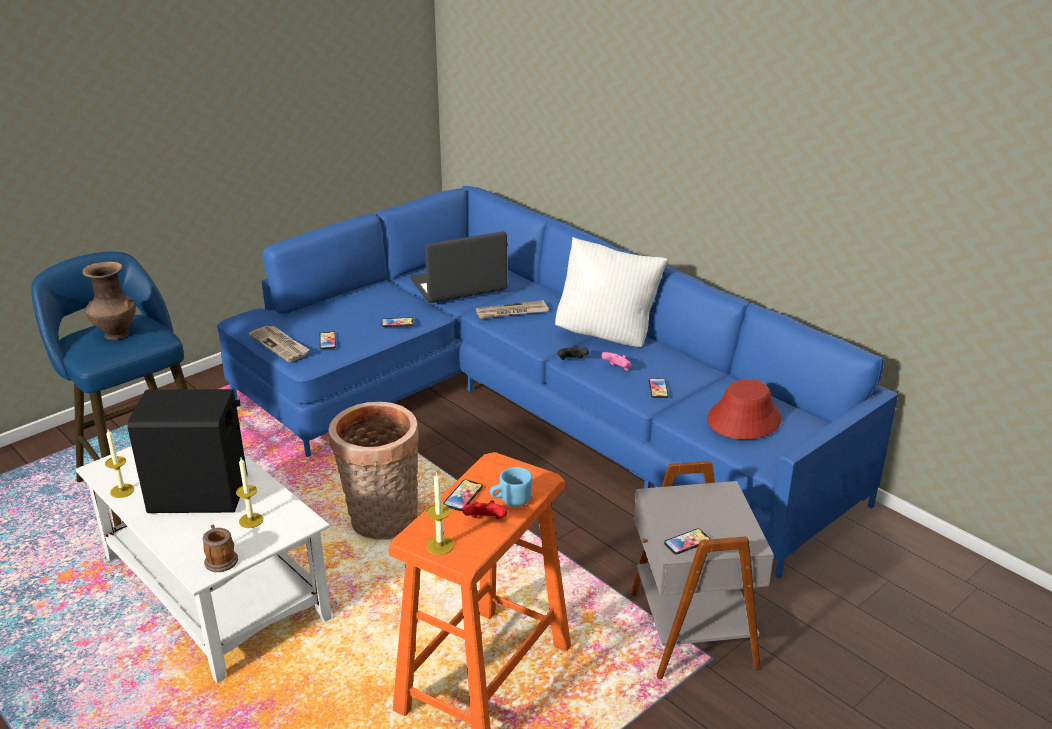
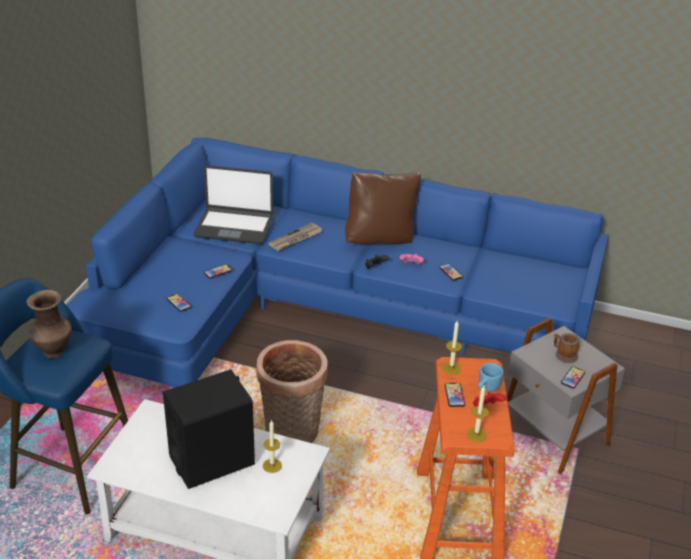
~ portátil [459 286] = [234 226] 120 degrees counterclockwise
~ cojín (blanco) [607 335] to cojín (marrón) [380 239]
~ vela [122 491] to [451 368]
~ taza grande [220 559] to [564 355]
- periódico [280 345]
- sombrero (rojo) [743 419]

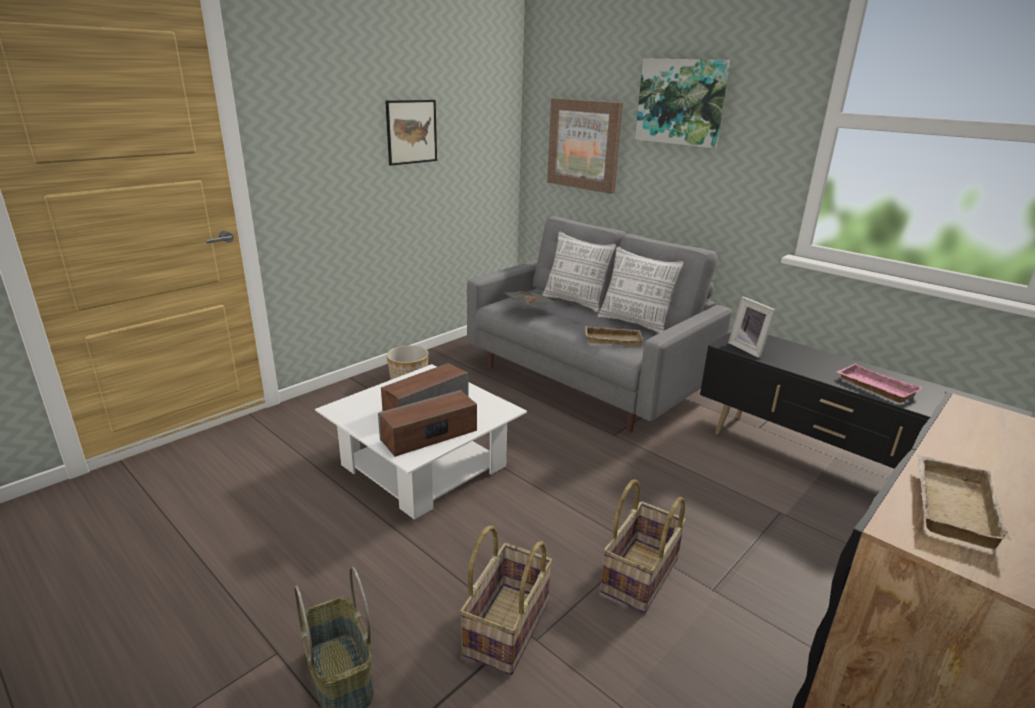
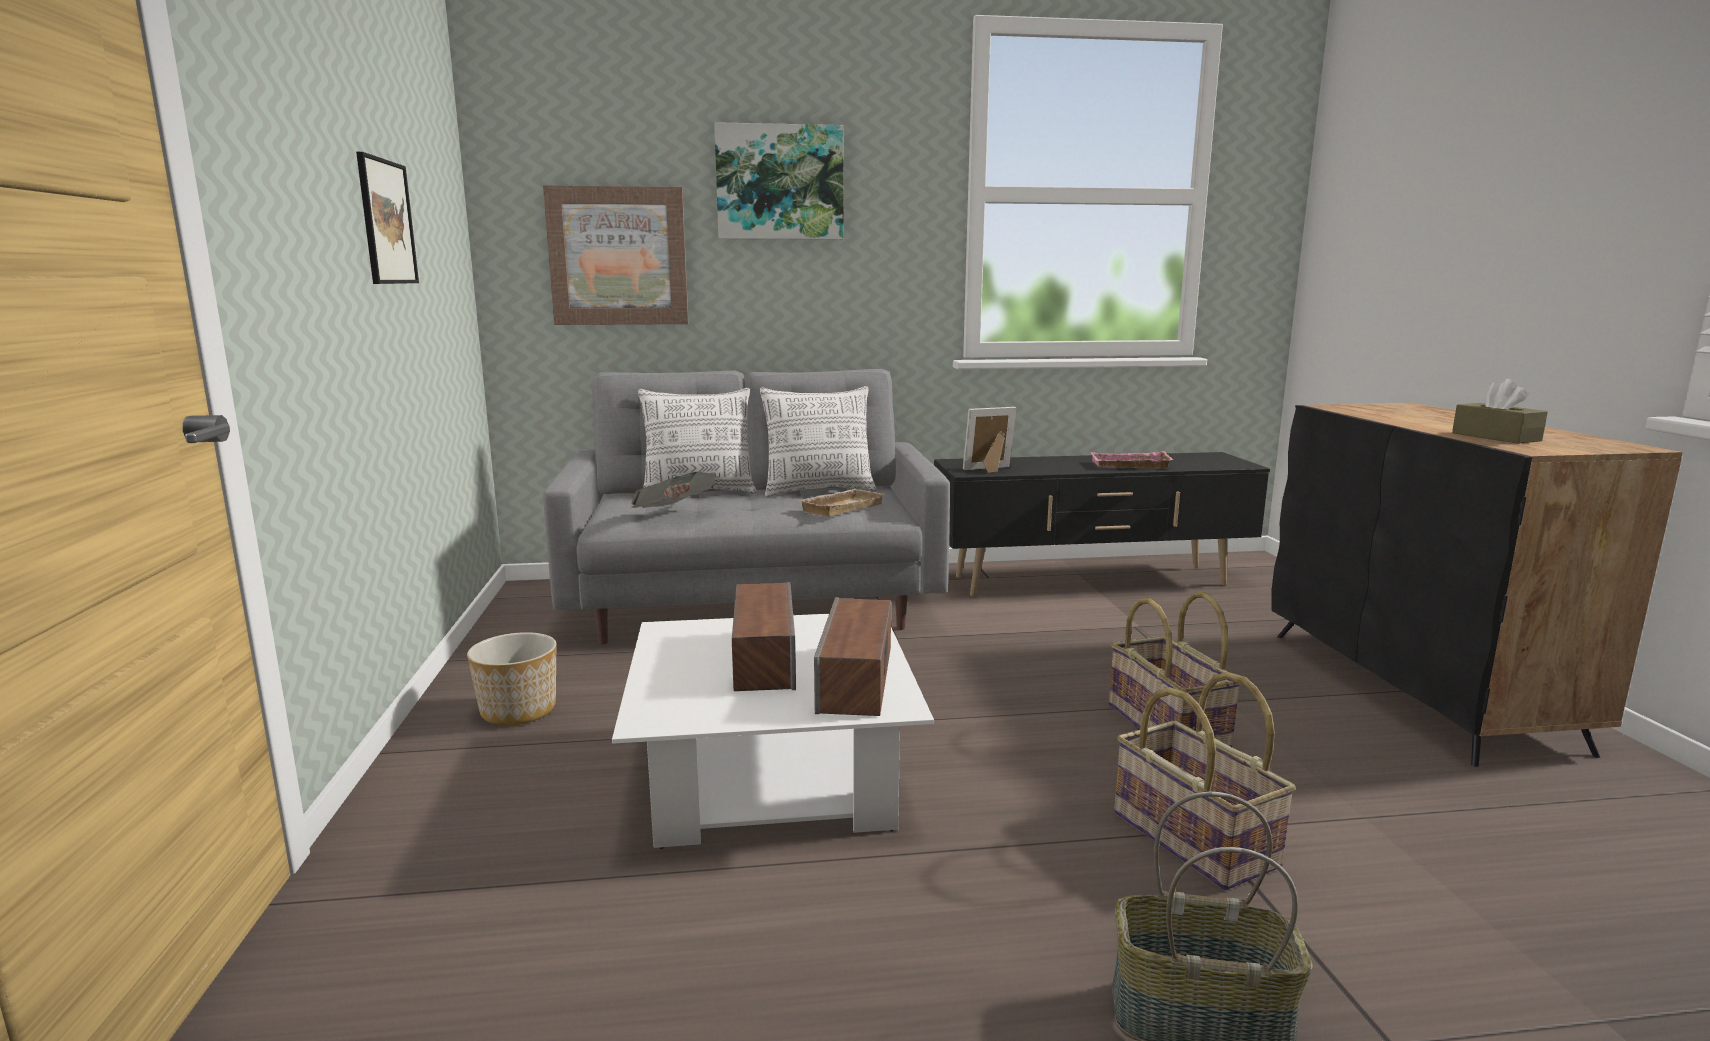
~ portarretratos [749 349] = [990 470] 150 degrees clockwise
~ bandeja (beis) [949 505] to caja de pañuelos (marrón) [1495 437]

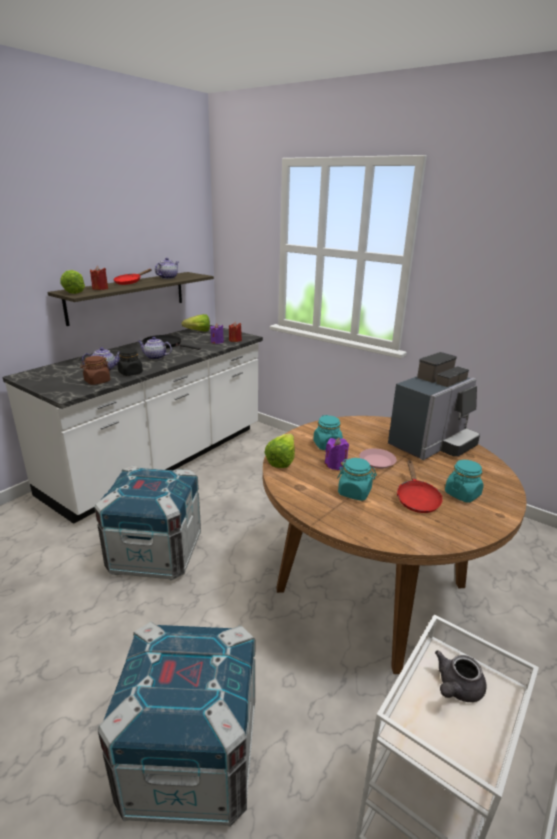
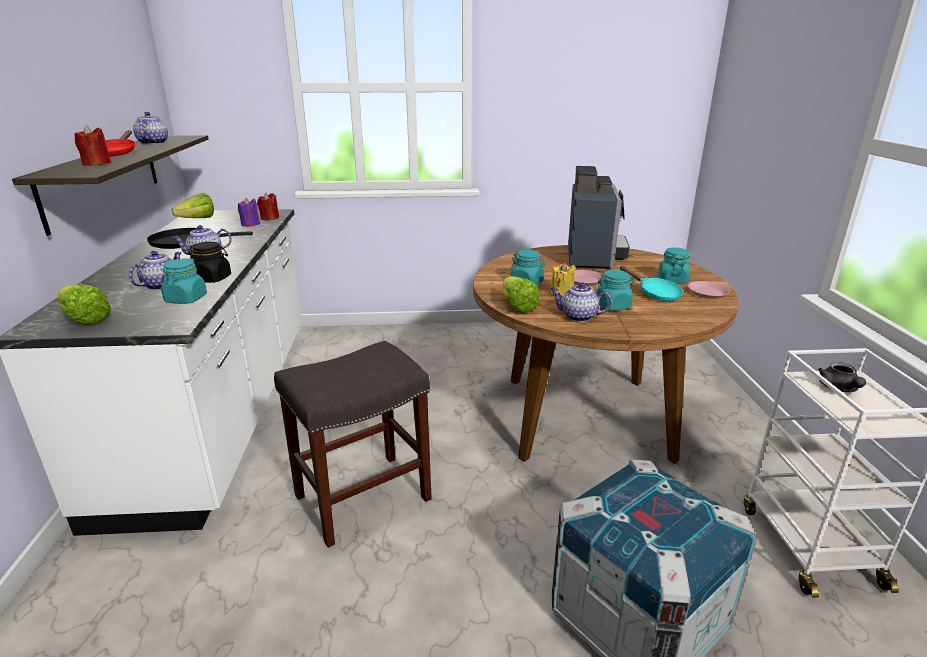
~ lechuga [76 291] to [84 318]
~ tarro (marrón) [97 381] to tarro (turquesa) [186 299]
~ caja de embalaje [155 554] to taburete (gris) [361 499]
~ vela (morado) [335 465] to vela (amarillo) [562 294]
+ tetera [578 316]
~ sartén (rojo) [416 499] to sartén (turquesa) [655 294]
+ plato (rosa) [708 293]

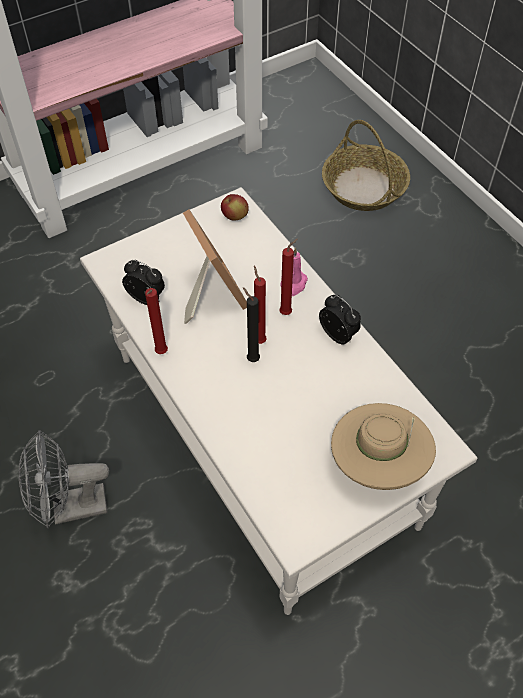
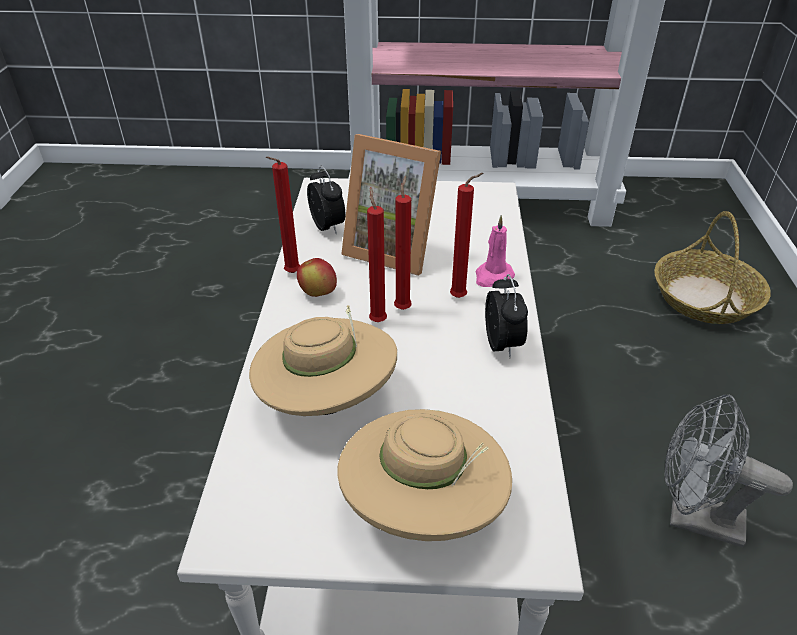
+ sombrero (beis) [327 400]
~ manzana [235 217] to [318 293]
~ portarretratos [210 293] = [393 248] 105 degrees clockwise
~ vela (negro) [251 358] to vela (rojo) [377 320]
~ ventilador (gris) [70 508] to [692 518]

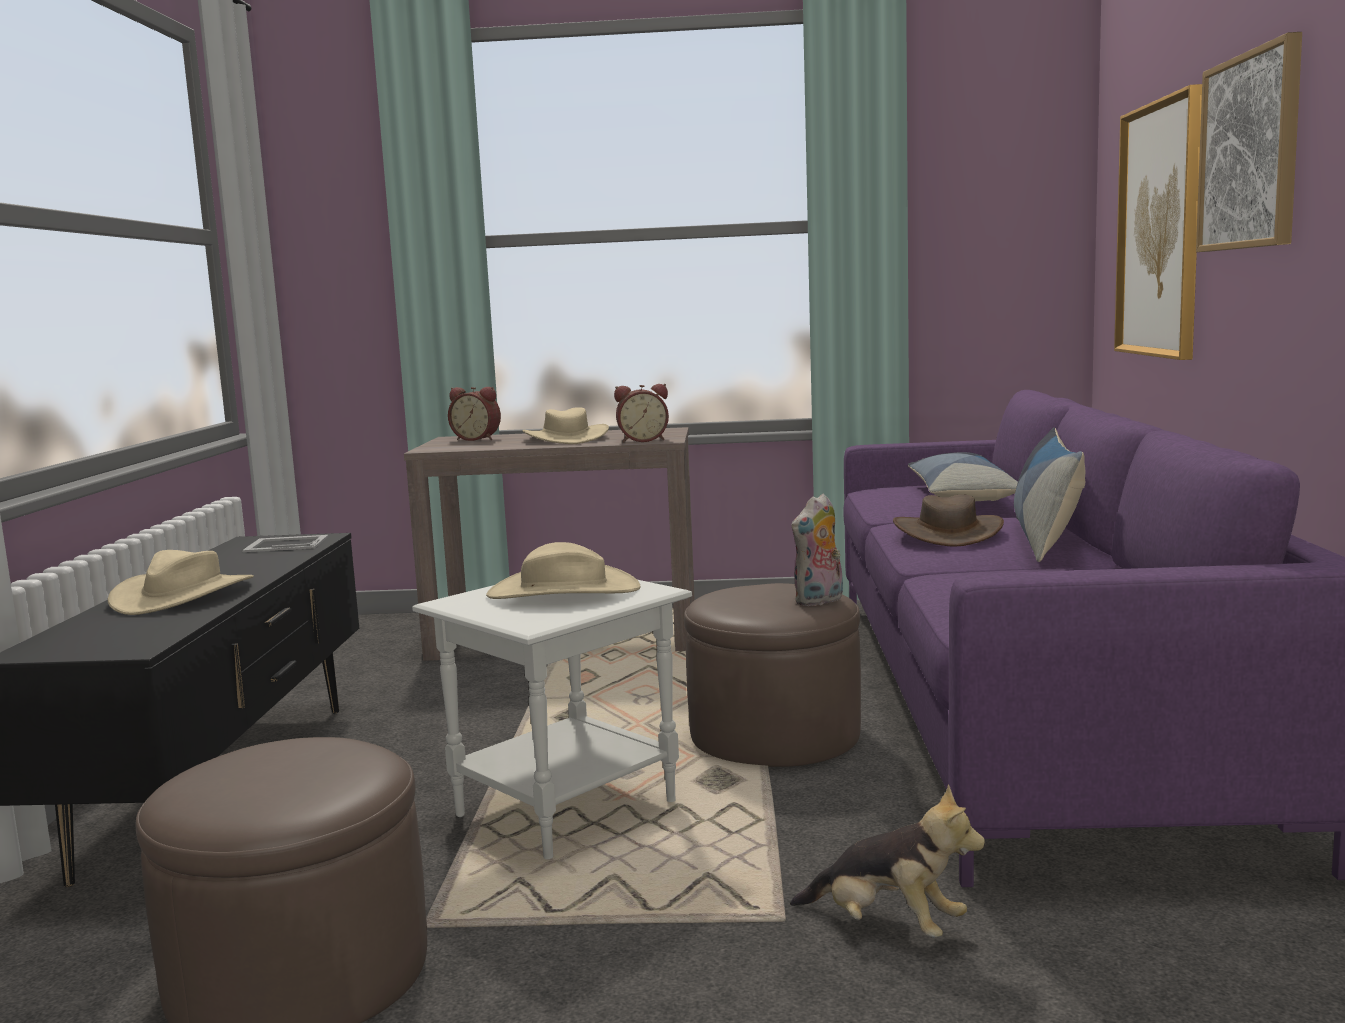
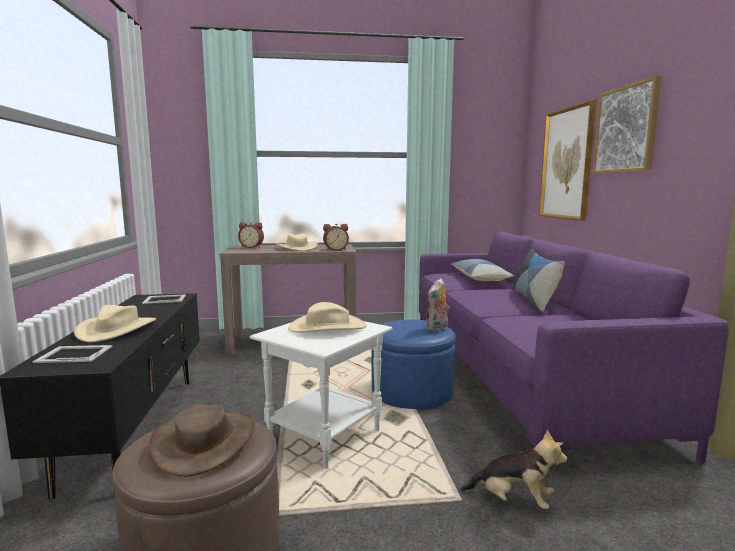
+ portarretratos [74 354]
~ sombrero (marrón) [947 533] to [205 441]
~ puf (marrón) [774 734] to puf (azul) [412 391]

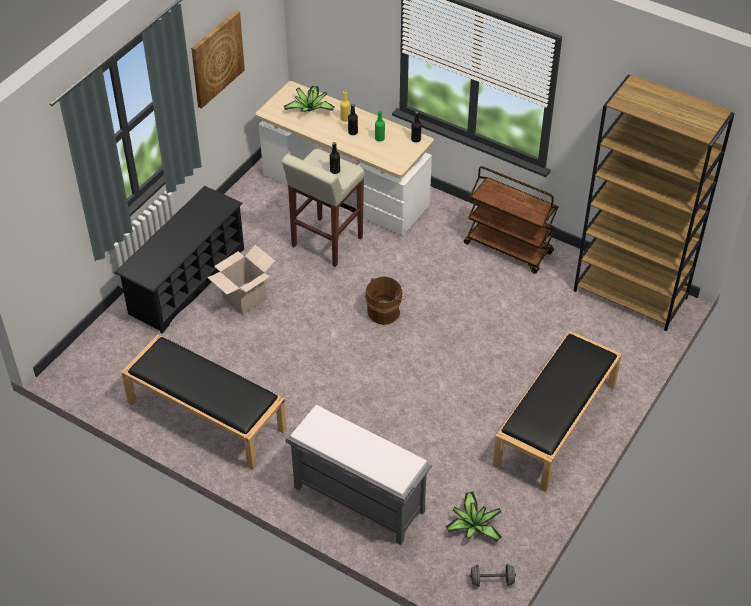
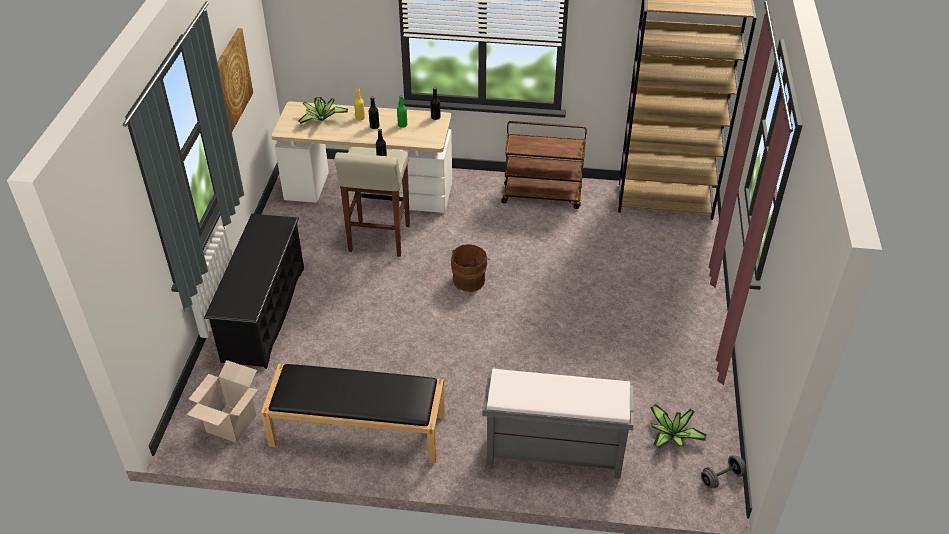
~ caja de cartón [244 298] to [231 424]
- banco (negro) [555 425]

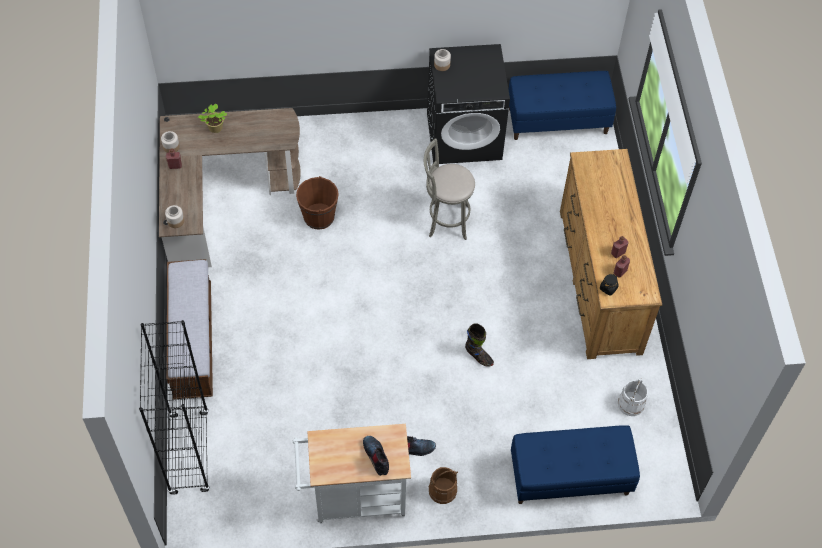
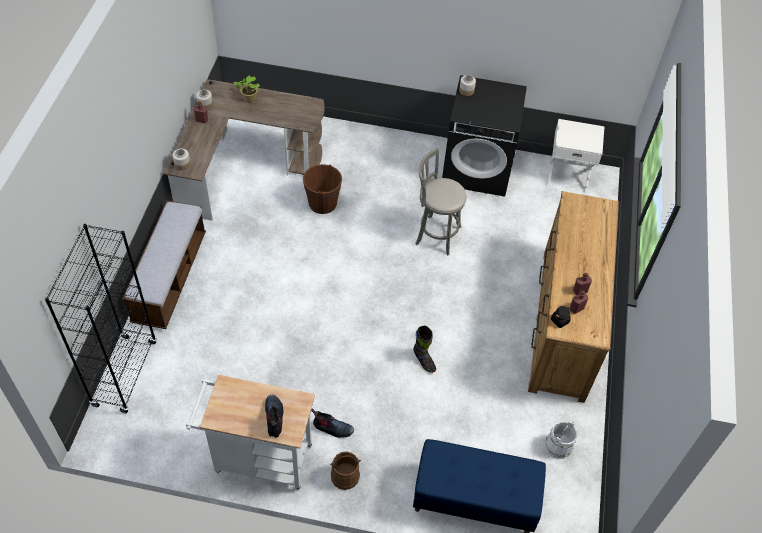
~ banco (azul) [558 120] to mesita de noche (blanco) [567 176]

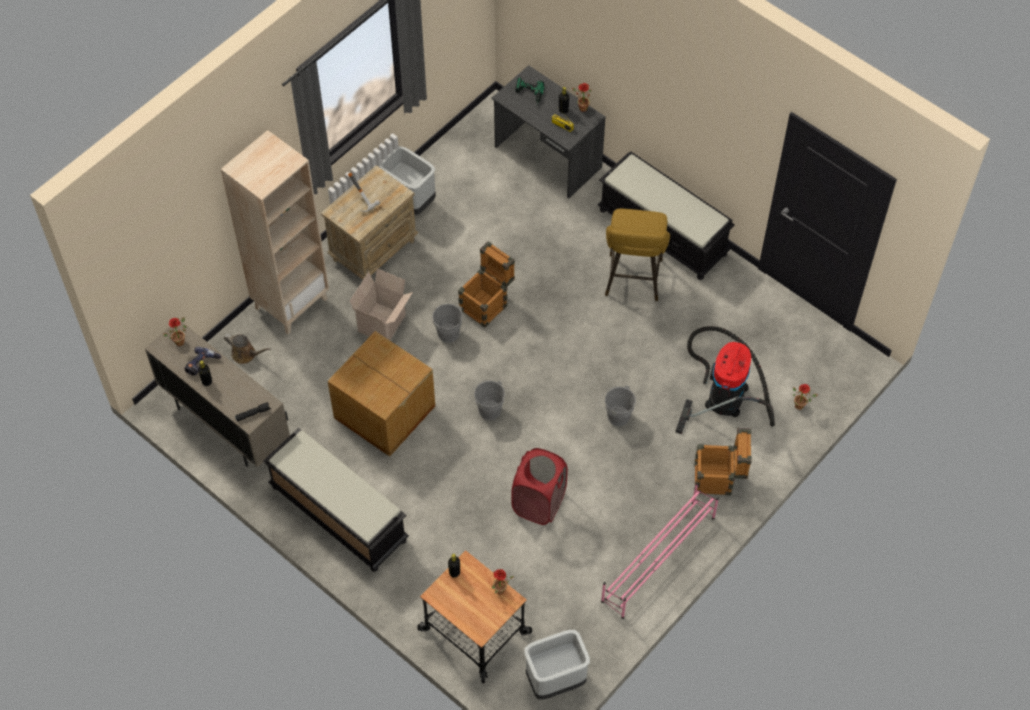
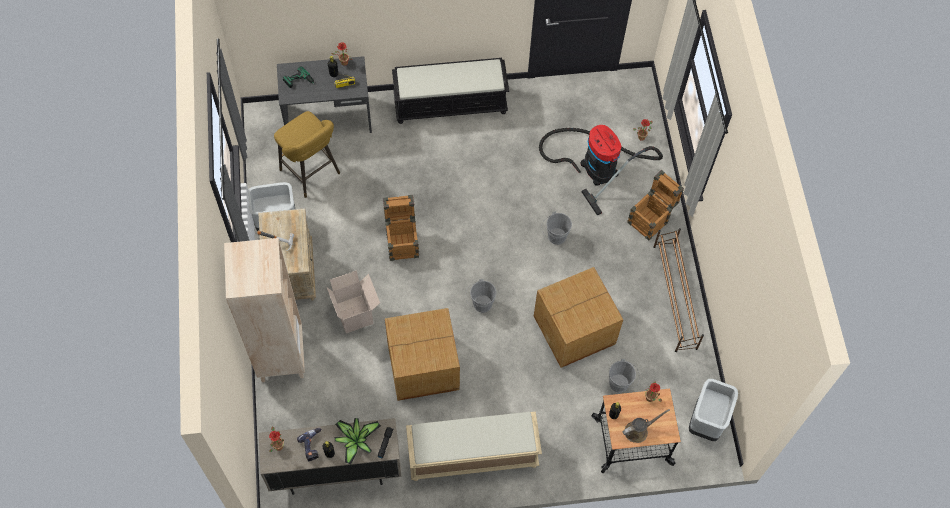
~ taburete (amarillo) [633 281] to [312 174]
+ planta en maceta [356 440]
~ banco (negro) [337 513] to banco (beis) [472 455]
~ cesto de la ropa (rojo) [539 503] to caja de cartón [575 330]
~ cubo (gris) [450 335] to [621 383]
~ regadera (marrón) [246 354] to [638 430]
~ zapatero (rosa) [657 559] to zapatero (marrón) [674 297]

